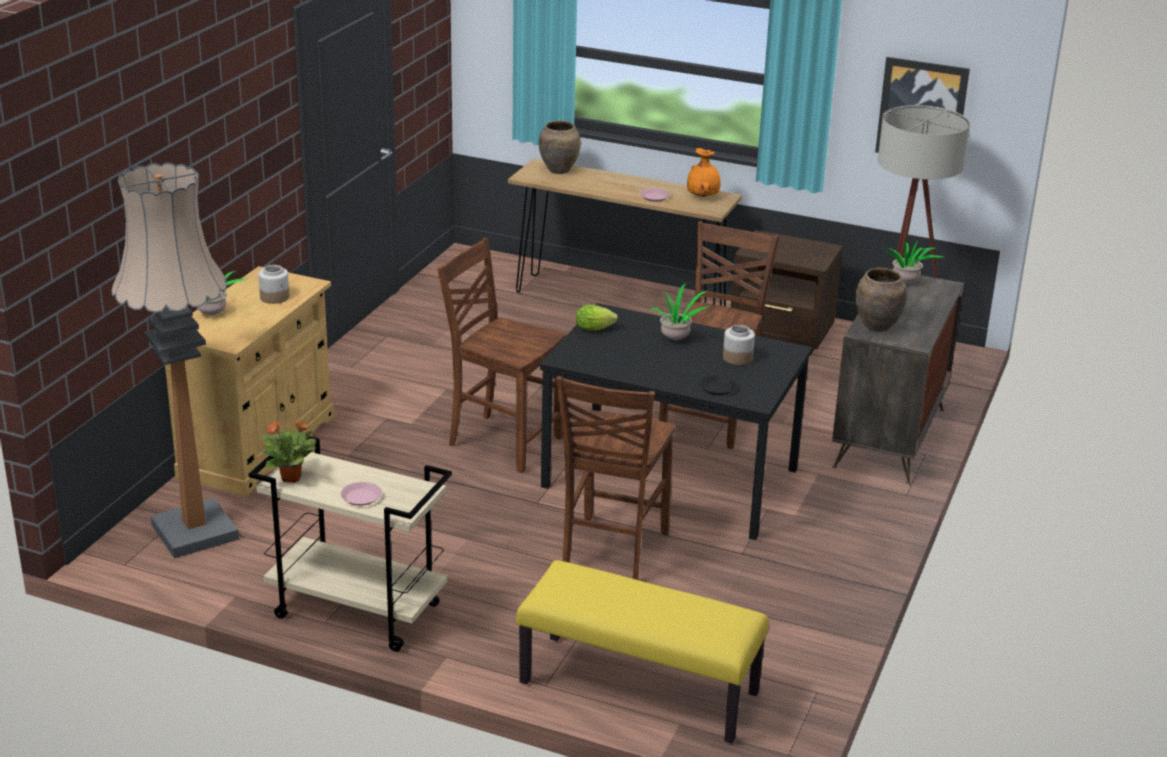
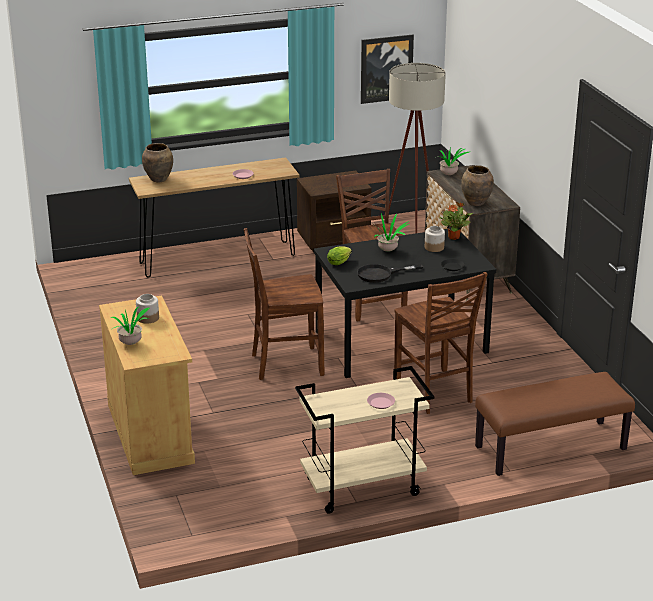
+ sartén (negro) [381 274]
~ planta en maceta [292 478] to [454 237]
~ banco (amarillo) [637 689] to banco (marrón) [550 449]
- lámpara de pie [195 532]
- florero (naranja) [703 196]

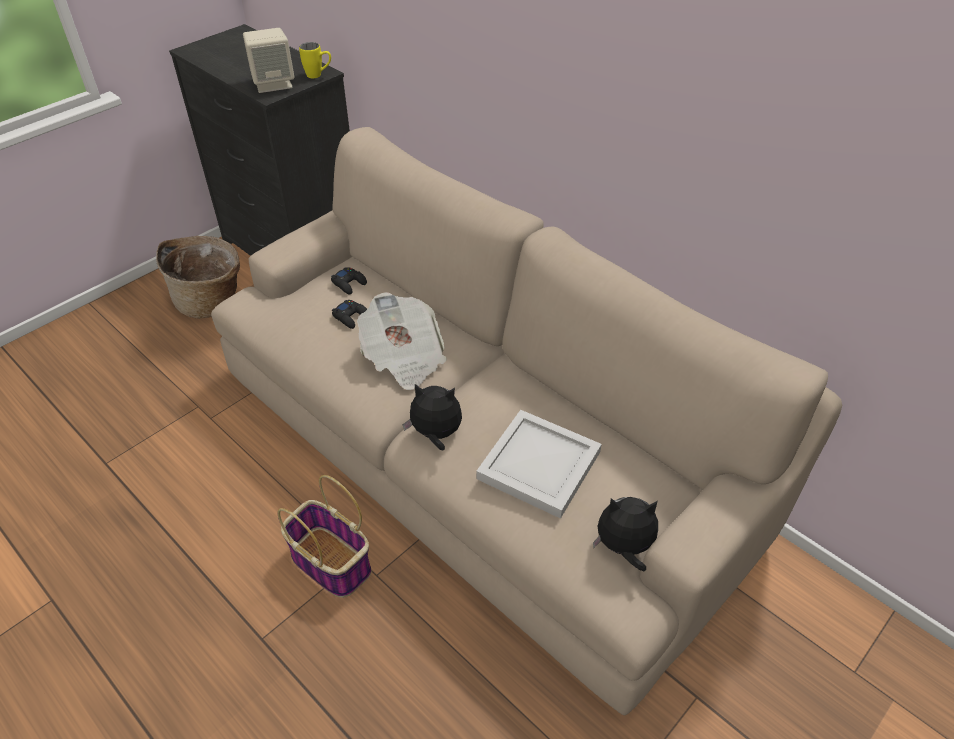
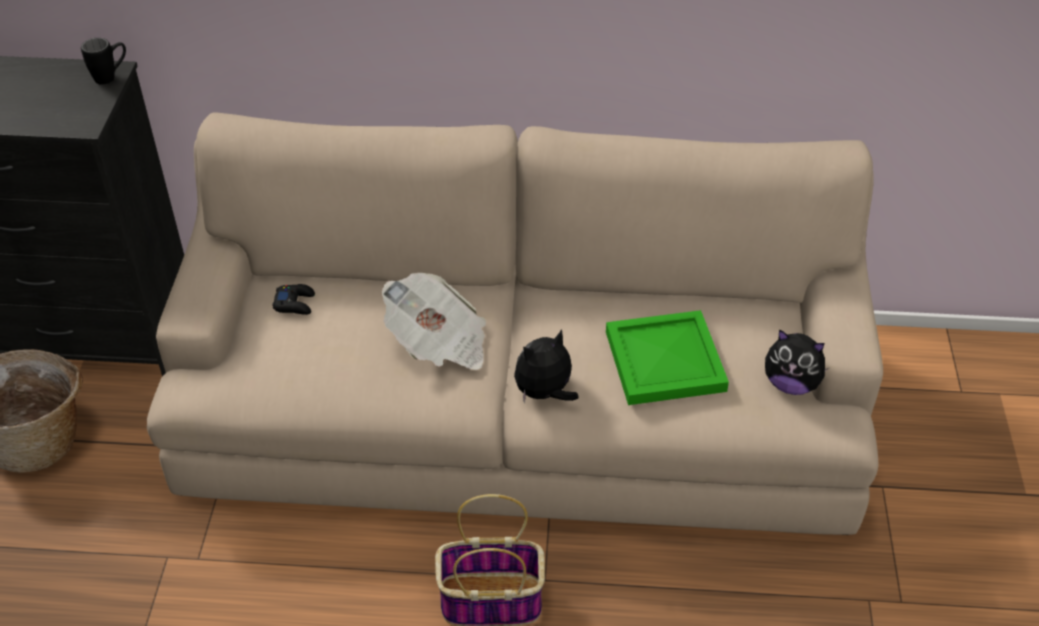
~ taza grande (amarillo) [318 75] to taza grande (negro) [111 77]
~ bandeja (blanco) [537 465] to bandeja (verde) [663 362]
~ peluche [623 548] = [791 384] 120 degrees counterclockwise
- altavoz (beis) [273 83]
- mando de consola (negro) [351 317]

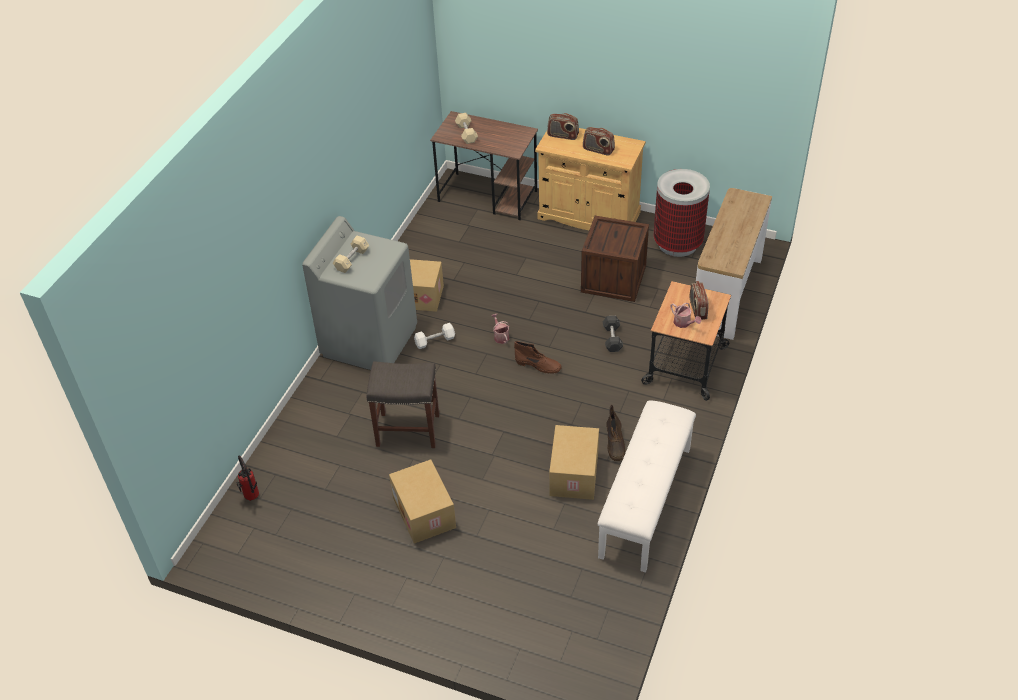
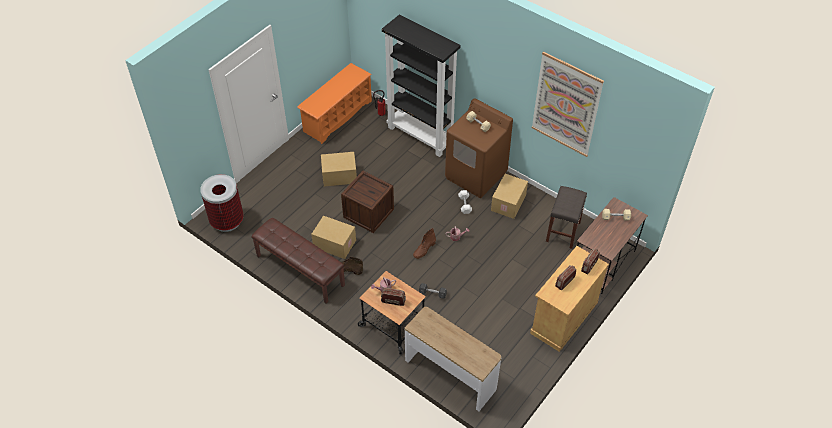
~ papelera [678 243] to [227 221]
~ banco (blanco) [646 502] to banco (marrón) [299 270]
+ zapatero (naranja) [337 116]
~ caja de embalaje [614 279] to [368 213]
+ estantería (negro) [421 136]
~ lavadora (gris) [370 341] to lavadora (marrón) [476 175]
+ cuadro [566 105]
~ taburete (gris) [407 430] to [563 231]

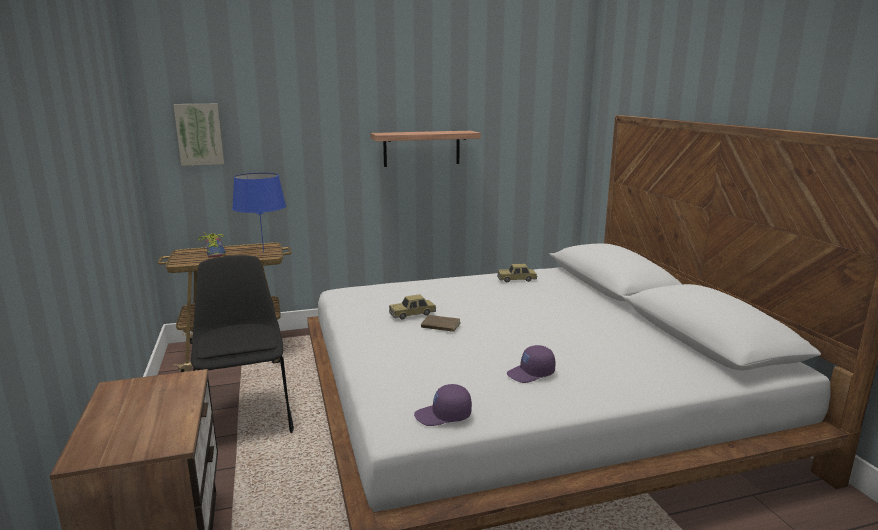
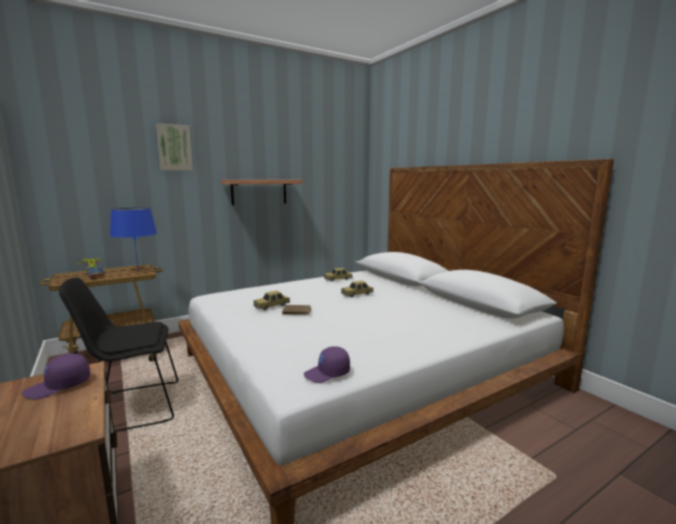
~ gorra (morado) [531 374] to [58 386]
~ silla (negro) [246 418] = [132 408] 75 degrees counterclockwise
~ cuadro [199 134] to [174 148]
+ coche de juguete [357 294]

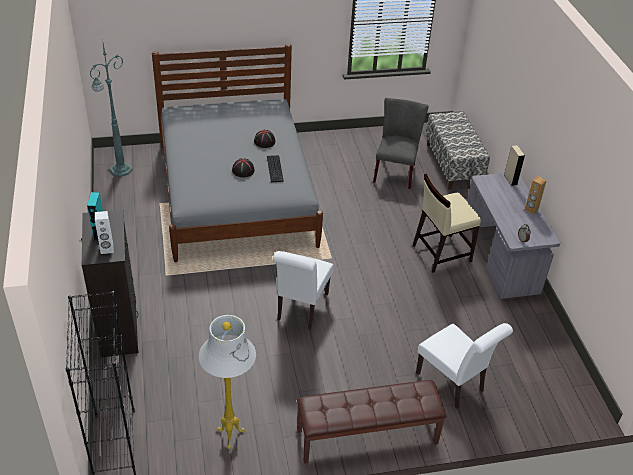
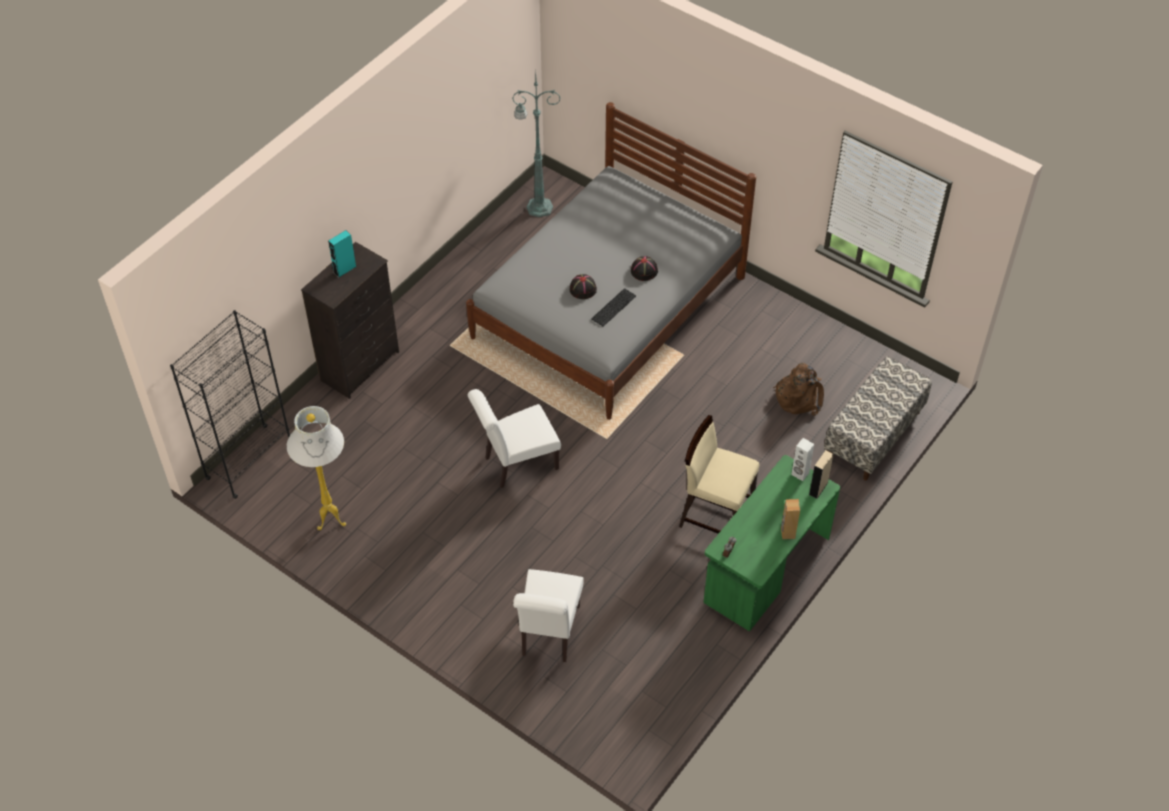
~ escritorio (gris) [501 259] to escritorio (verde) [765 569]
~ silla (gris) [395 171] to mochila (marrón) [799 396]
~ altavoz (blanco) [107 249] to [800 474]
- banco (marrón) [367 437]

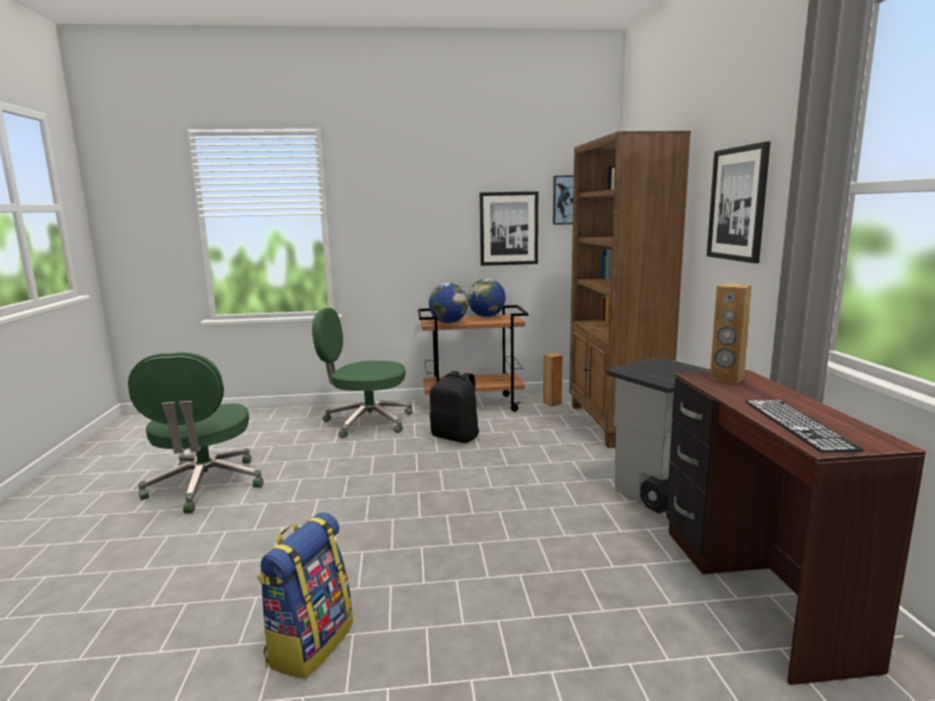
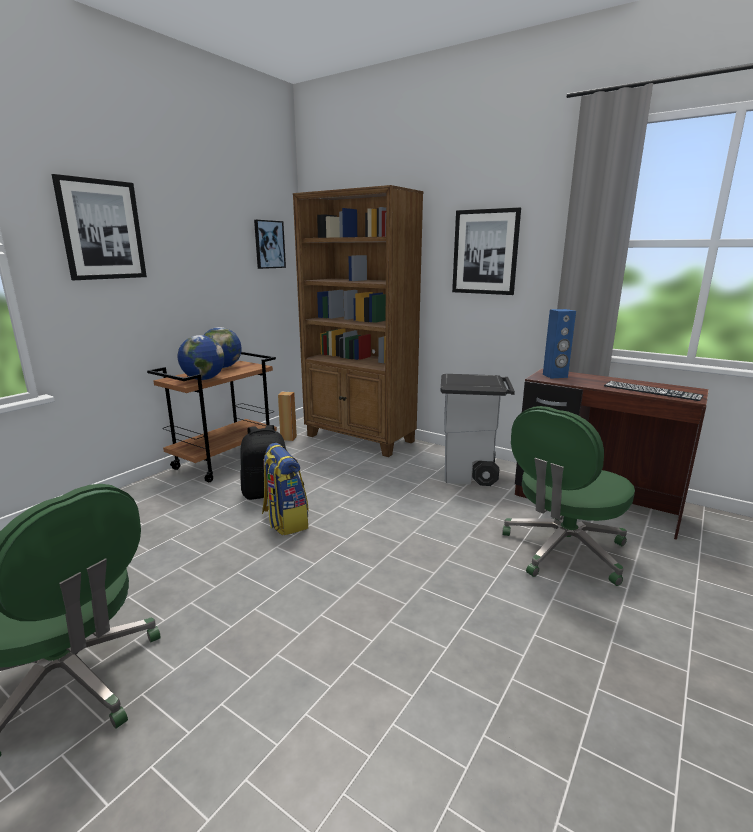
~ cuadro [508 228] to [102 230]
~ mochila [310 643] to [285 521]
~ silla de oficina (verde) [366 422] to [563 550]
~ altavoz (marrón) [726 379] to altavoz (azul) [555 376]

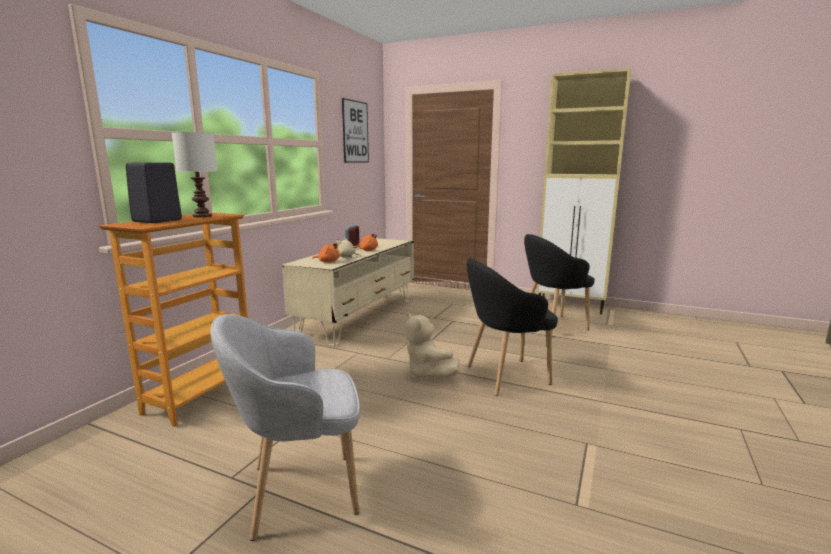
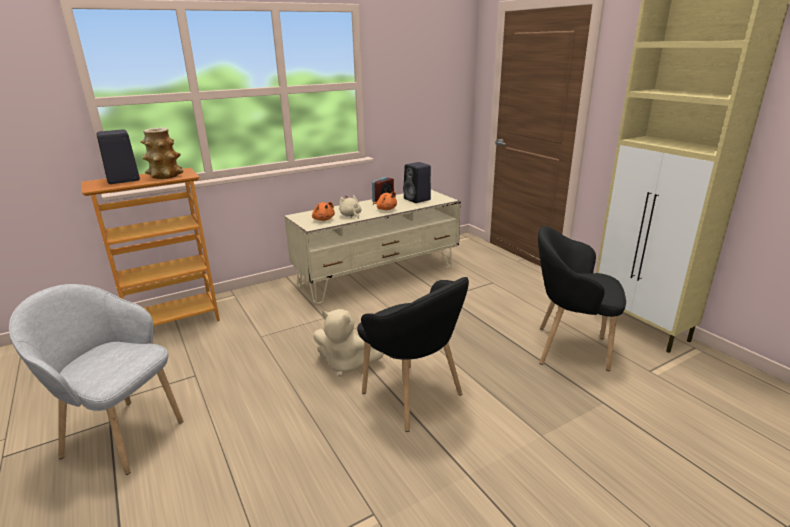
~ lámpara de mesa (blanco) [201 216] to florero [165 176]
~ peluche (beis) [427 374] = [347 364] 75 degrees counterclockwise
~ sillón (negro) [505 376] = [413 396] 150 degrees counterclockwise
+ altavoz (negro) [417 199]
- cuadro [355 132]

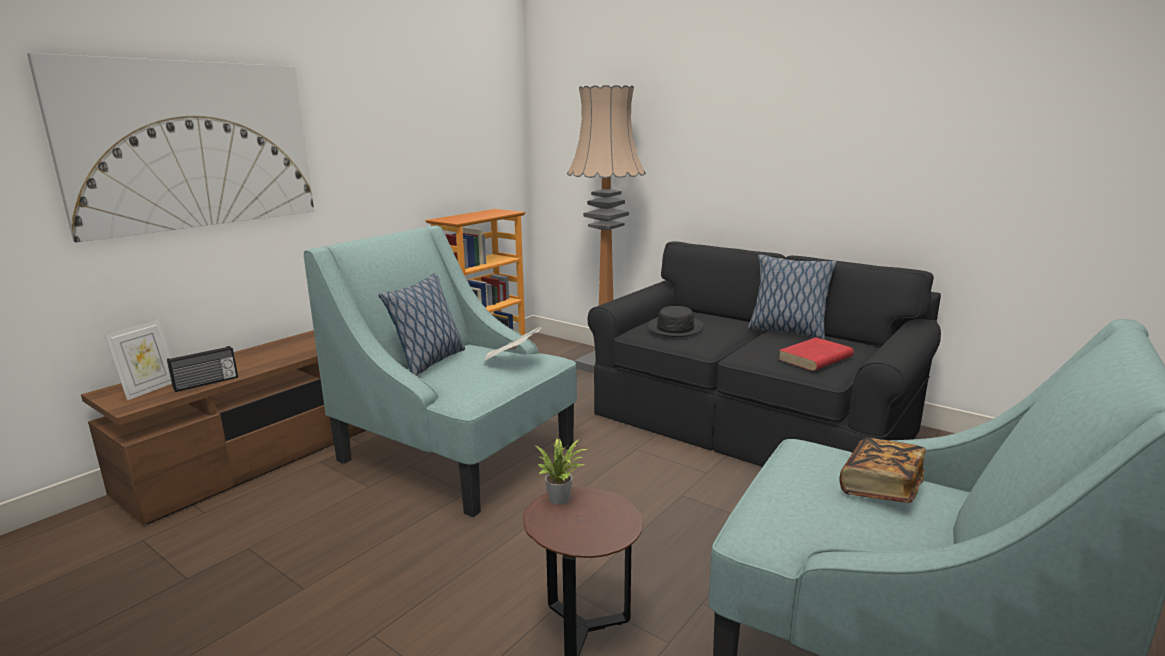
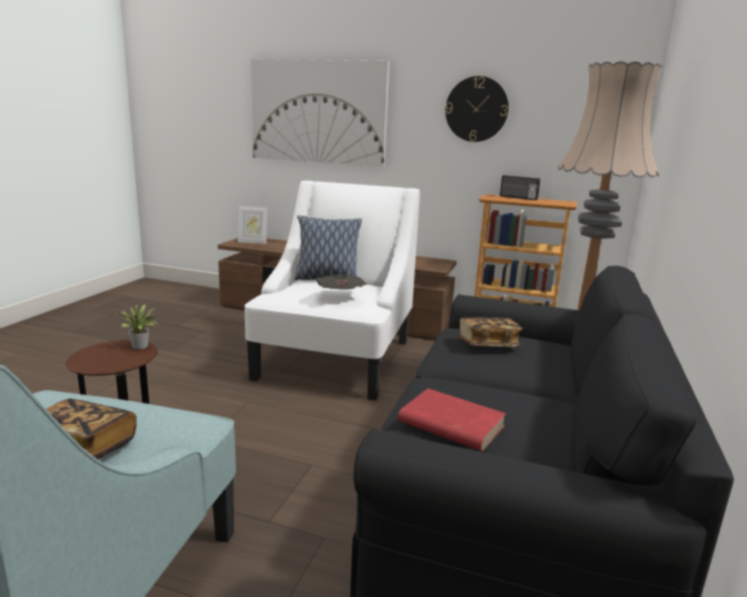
~ sillón (turquesa) [458 453] to sillón (blanco) [335 359]
+ reloj de pared [476 109]
~ sombrero (negro) [675 328] to libro [488 344]
~ radio [206 383] to [518 198]
- cojín [786 331]

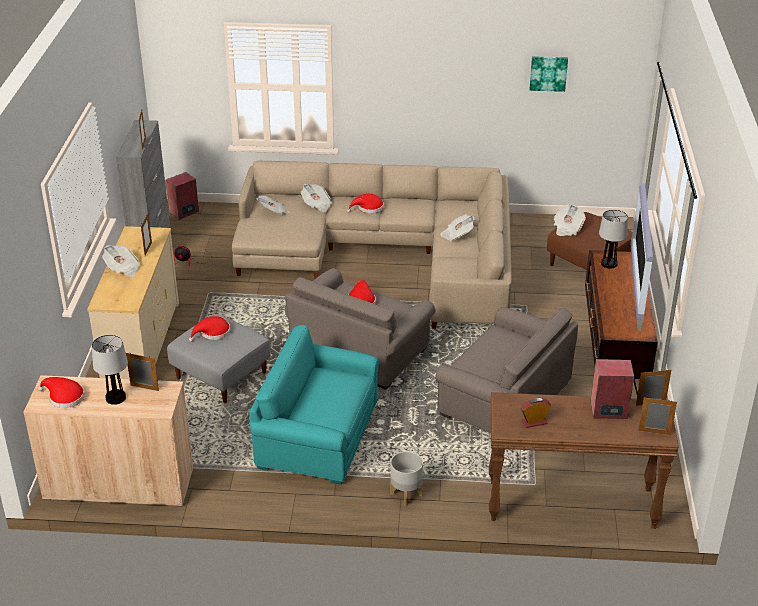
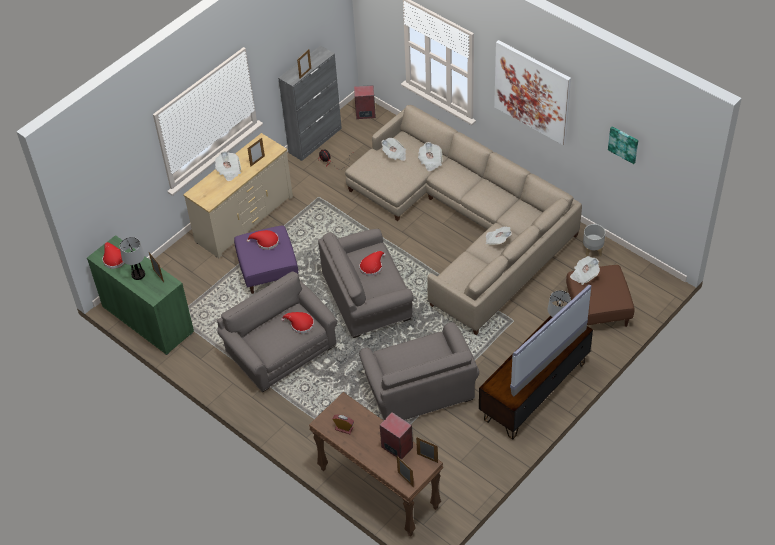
~ armario (beis) [119 484] to armario (verde) [148 319]
~ sillón (turquesa) [318 437] to sillón (gris) [281 350]
~ puf (gris) [221 375] to puf (morado) [268 270]
~ sombrero (rojo) [368 208] to [300 324]
+ cuadro [532 92]
~ maceta (gris) [406 494] to [592 250]

